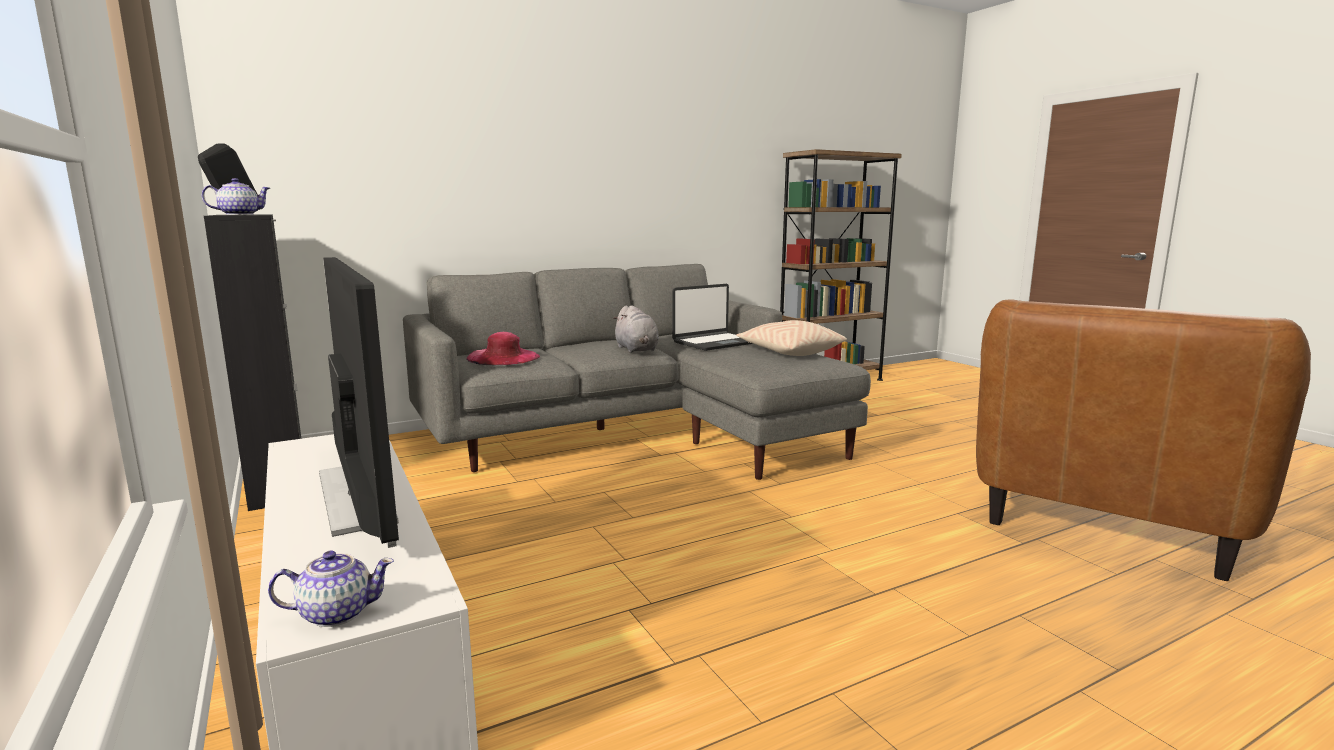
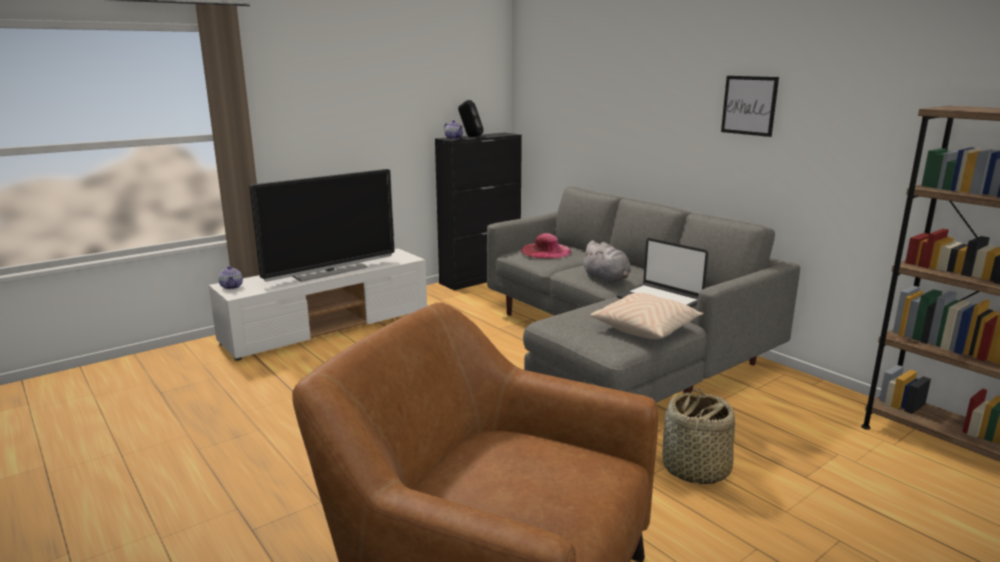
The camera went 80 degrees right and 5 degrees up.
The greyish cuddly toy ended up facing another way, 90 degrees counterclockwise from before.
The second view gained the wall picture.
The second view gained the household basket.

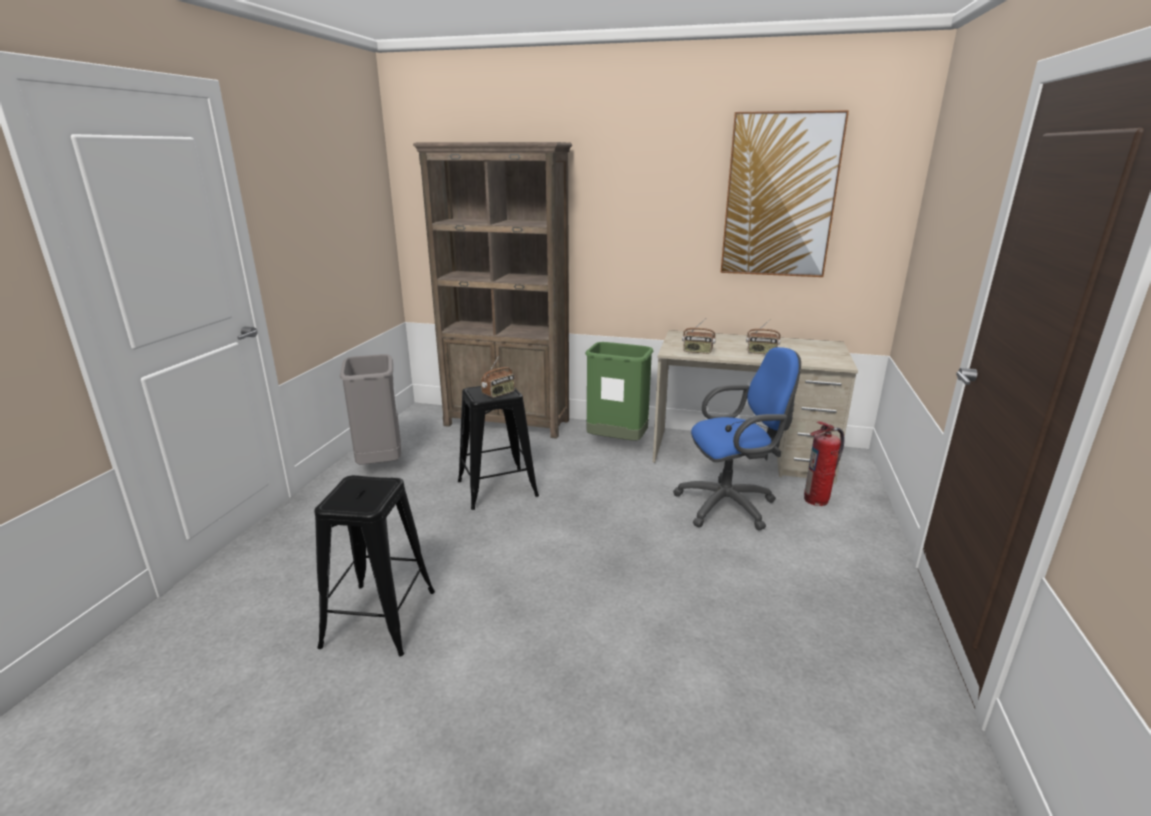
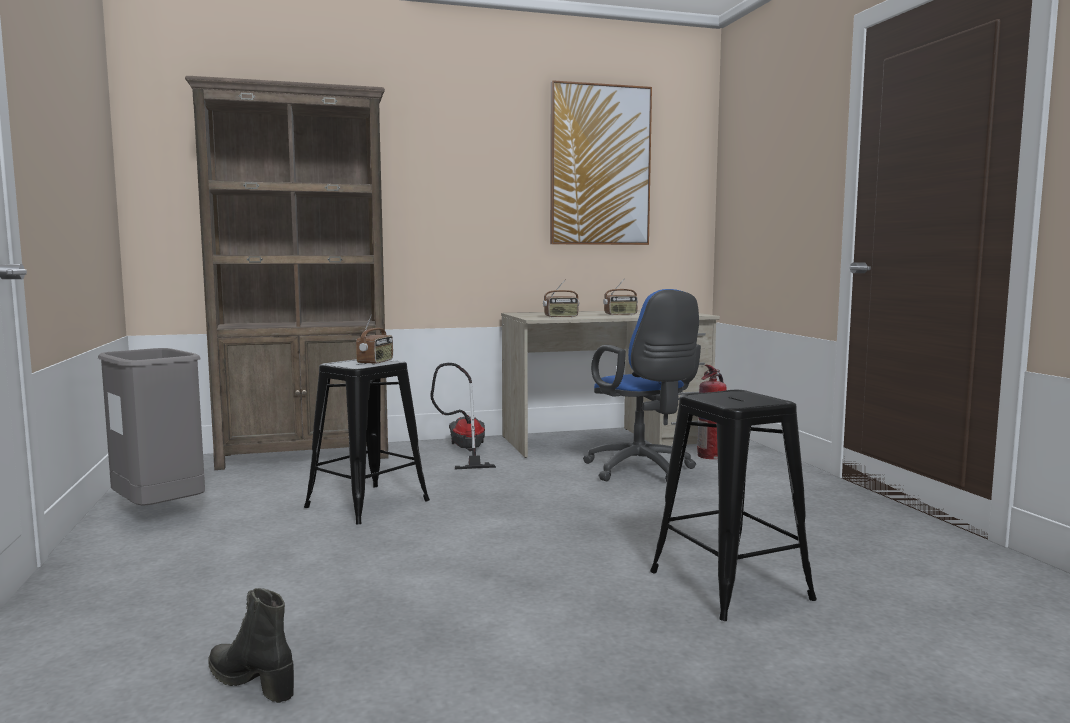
The camera went 30 degrees left and 15 degrees down.
Where the green trash can stood, the hoover came to stand.
The blue office chair ended up facing another way, 105 degrees clockwise from before.
The black sitting stool (1st from left in the first image) ended up elsewhere.
The second view gained the black tall boot.

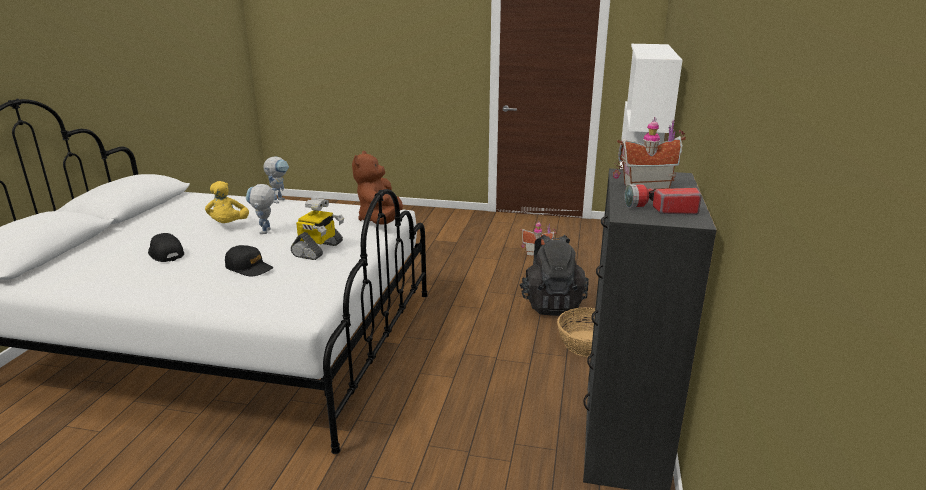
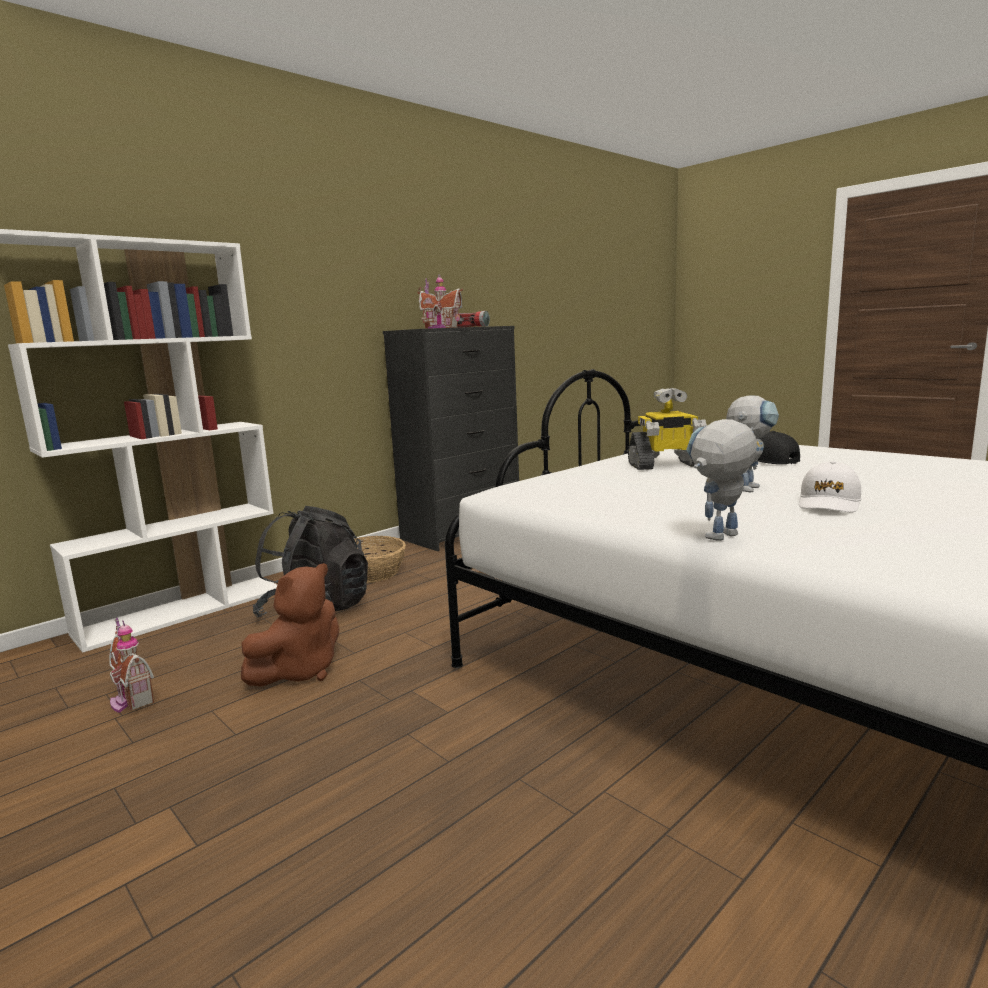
The camera went 145 degrees left and 10 degrees down.
The brown cuddly toy ended up elsewhere.
Where the yellow-coloured cuddly toy stood, the whitish peaked cap came to stand.
The robot figure (3rd from left in the first image) ended up facing another way, 150 degrees counterclockwise from before.
The second view lost the black peaked cap (1st from left).

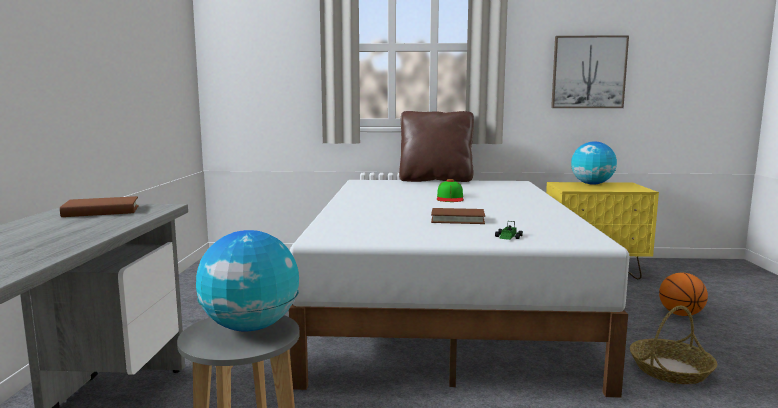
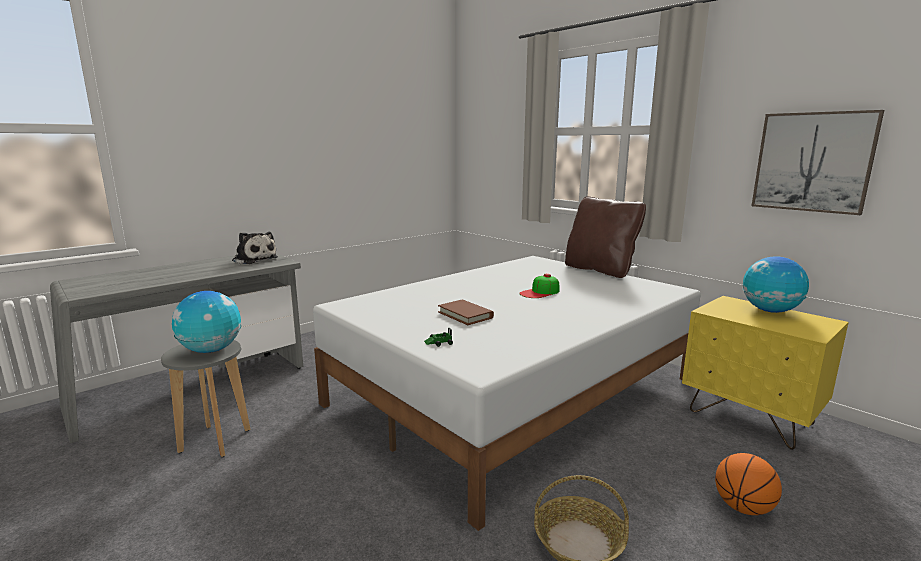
The camera went 45 degrees right and 5 degrees up.
Where the brown bound book (1st from left) stood, the cuddly toy came to stand.

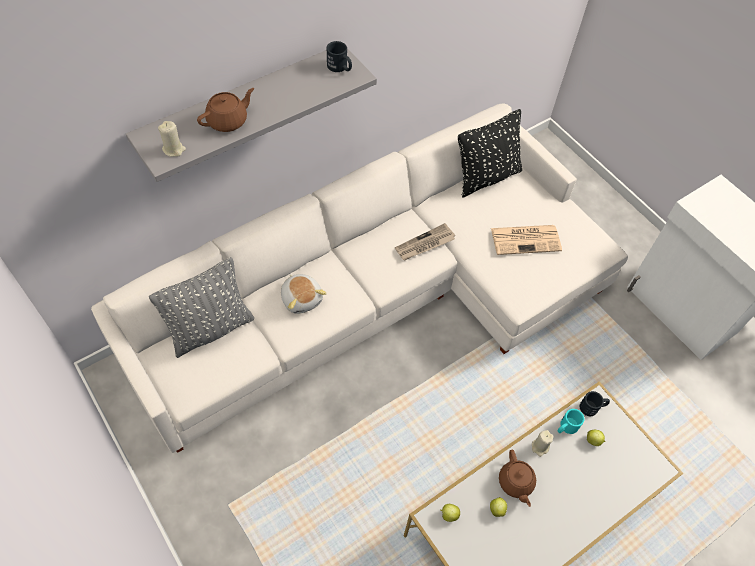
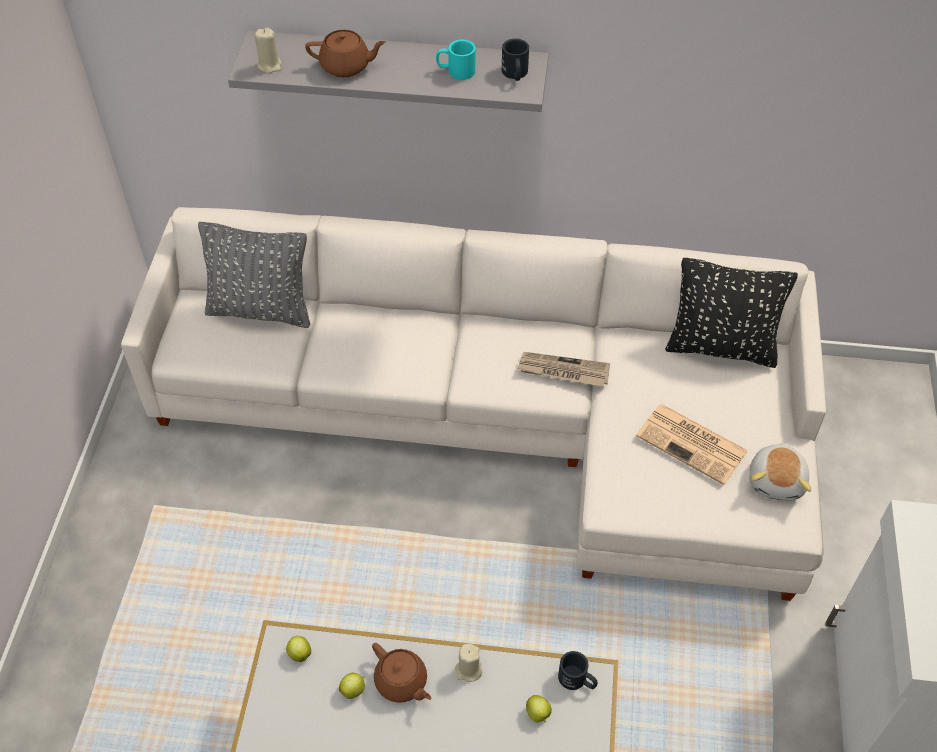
The camera went 45 degrees right and 5 degrees down.
The cuddly toy ended up elsewhere.
The turquoise-coloured tea mug ended up elsewhere.
The brown pot for tea (2nd from left) ended up facing another way, 75 degrees counterclockwise from before.

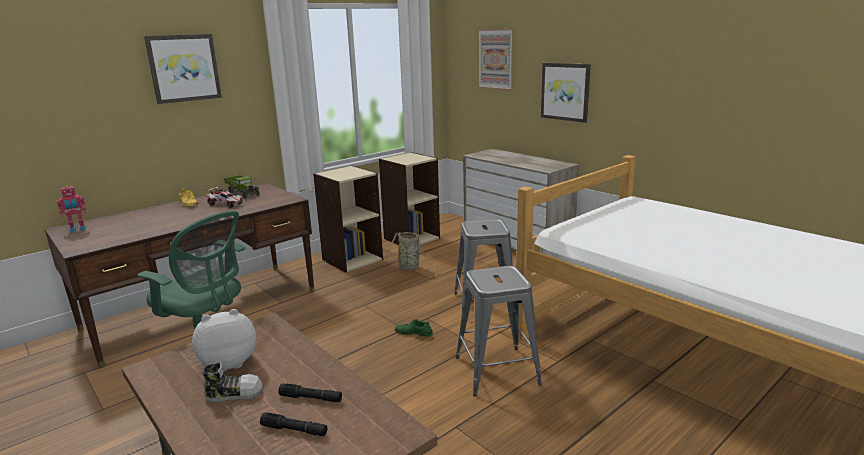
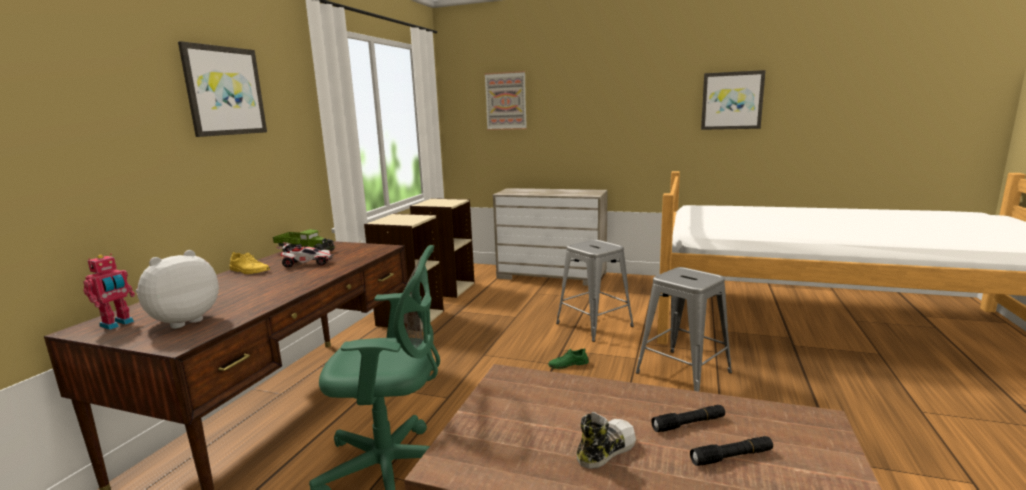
The camera went 30 degrees left and 5 degrees down.
The wall picture (3rd from left) ended up elsewhere.
The second view lost the household basket.
The cuddly toy ended up elsewhere.

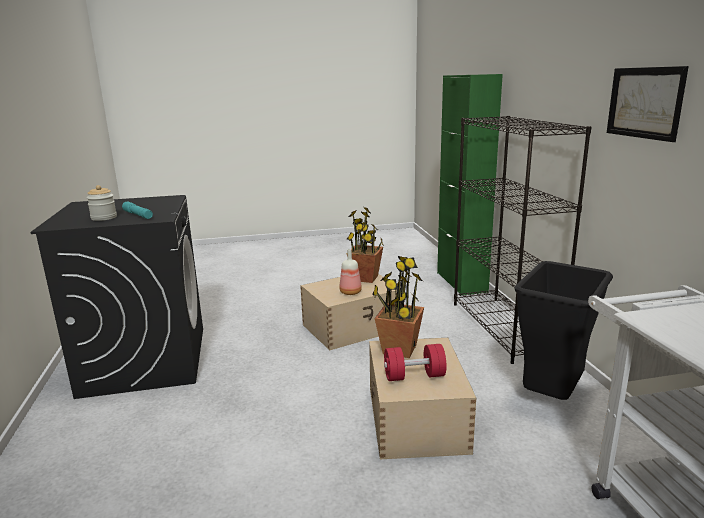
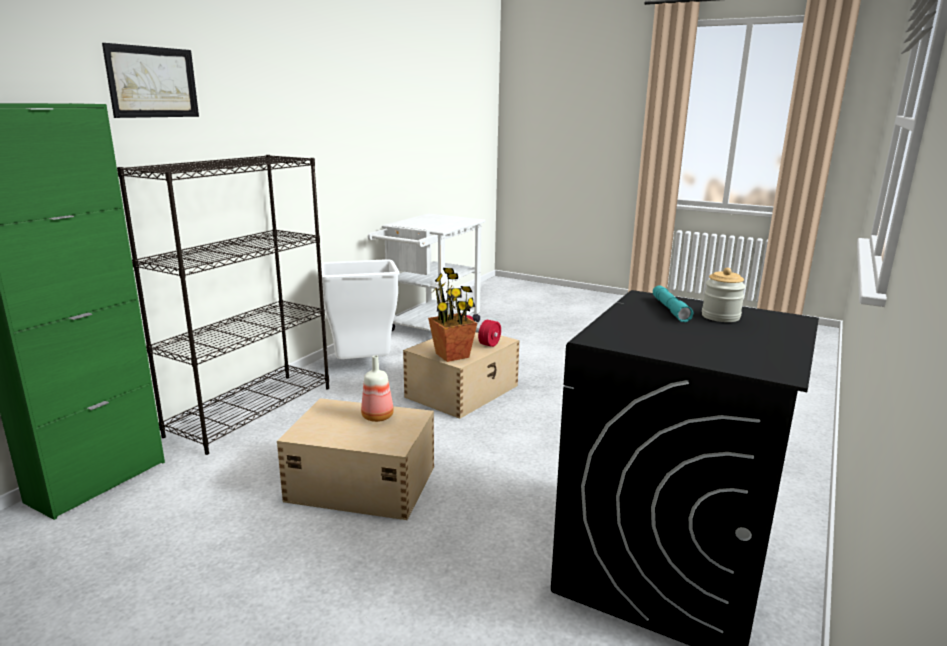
The camera went 140 degrees left and 0 degrees up.
The wall picture ended up elsewhere.
The second view lost the houseplant (1st from left).
What was the black trash can turned into the whitish trash can.

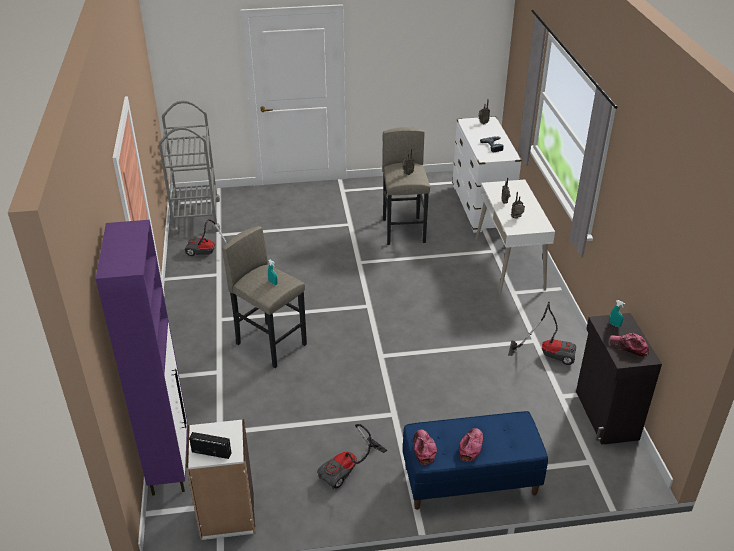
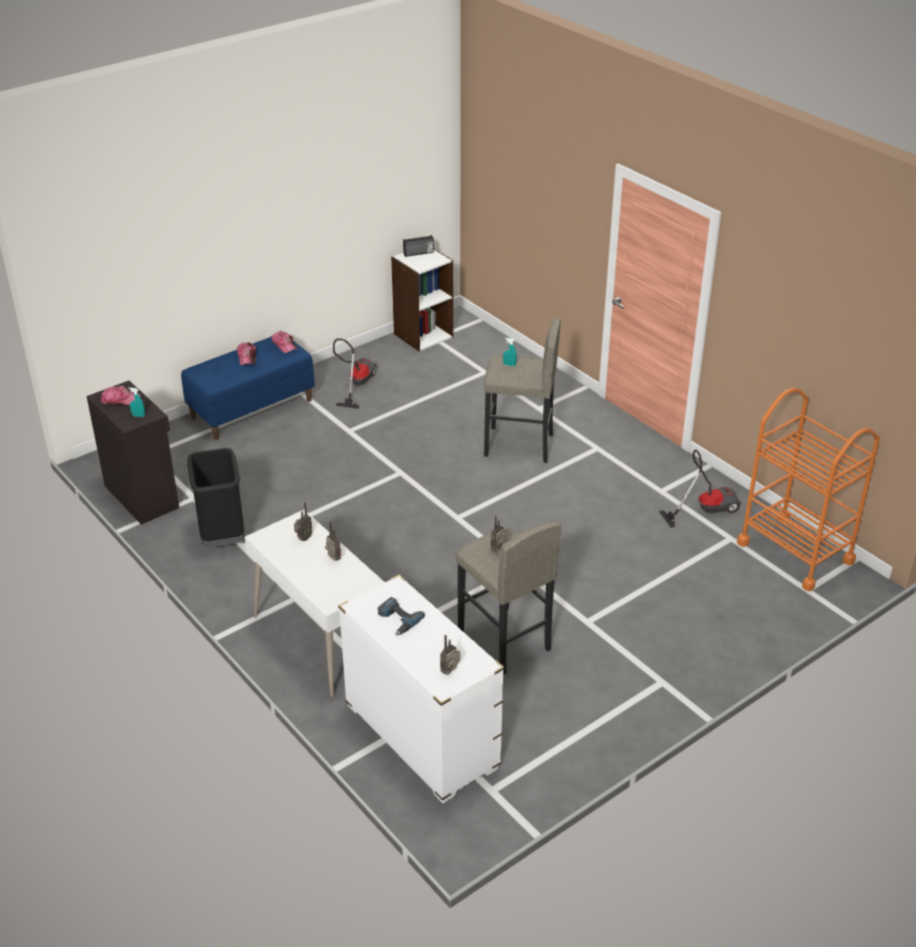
The camera went 150 degrees right and 0 degrees up.
What was the greyish trolley turned into the orange trolley.
The second view lost the purple-coloured cupboard.
Where the hoover (3rd from left) stood, the black trash can came to stand.

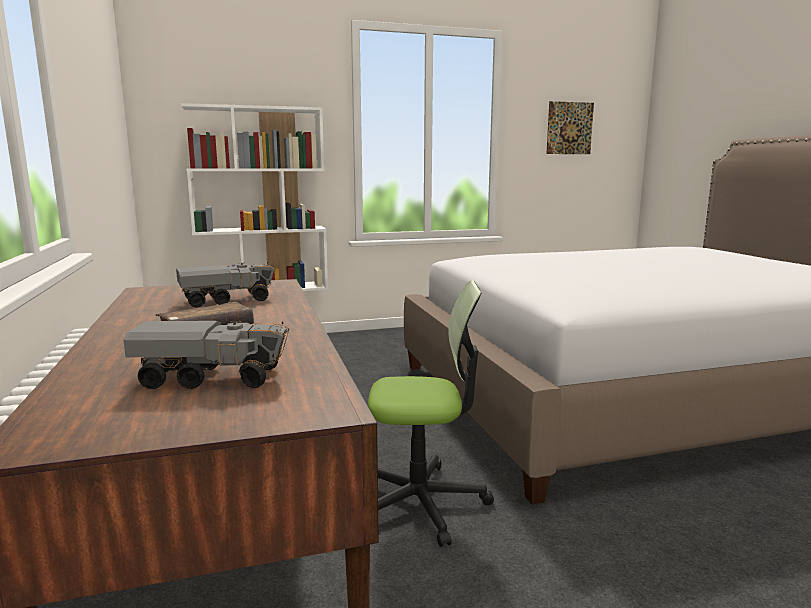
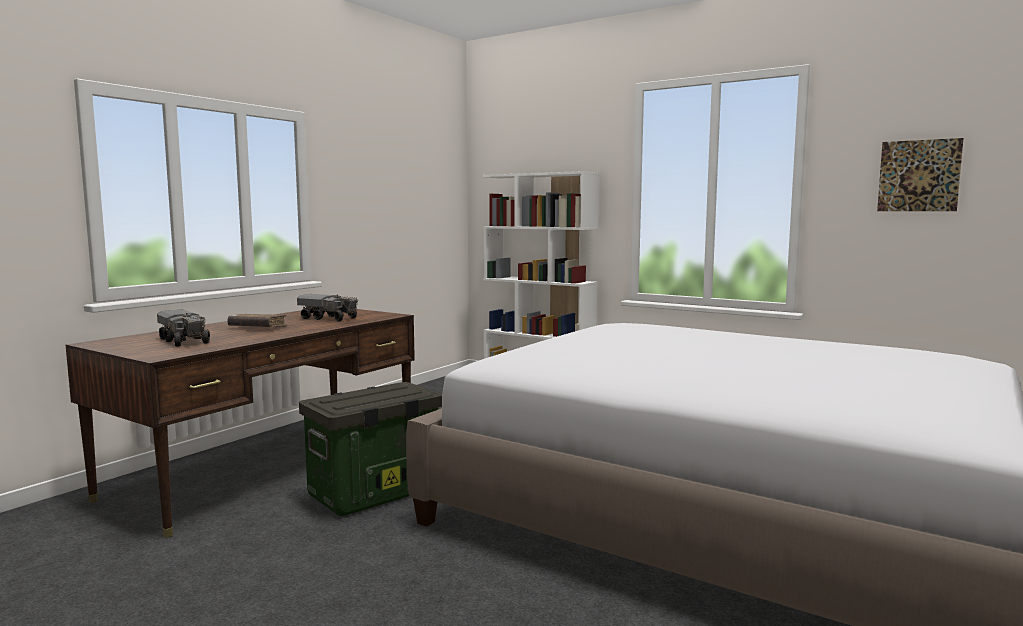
The camera went 50 degrees right and 5 degrees down.
Where the office chair stood, the storage container came to stand.

